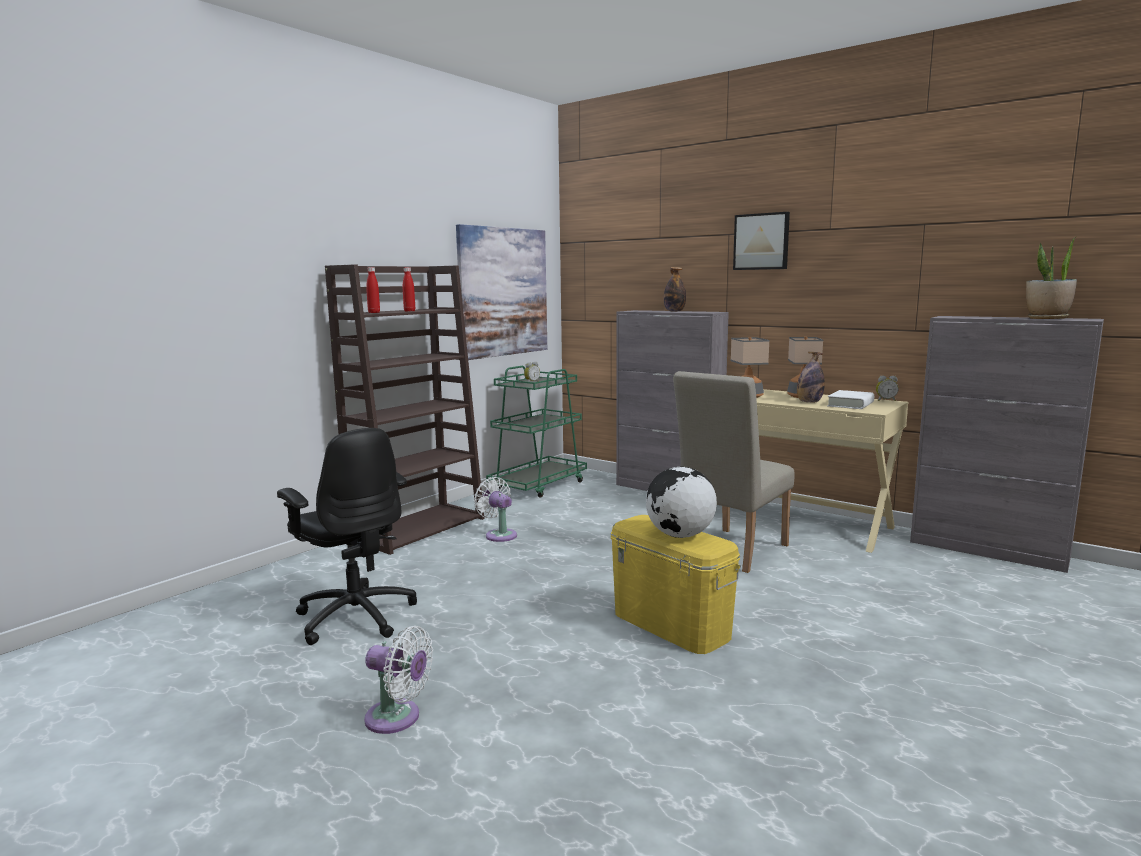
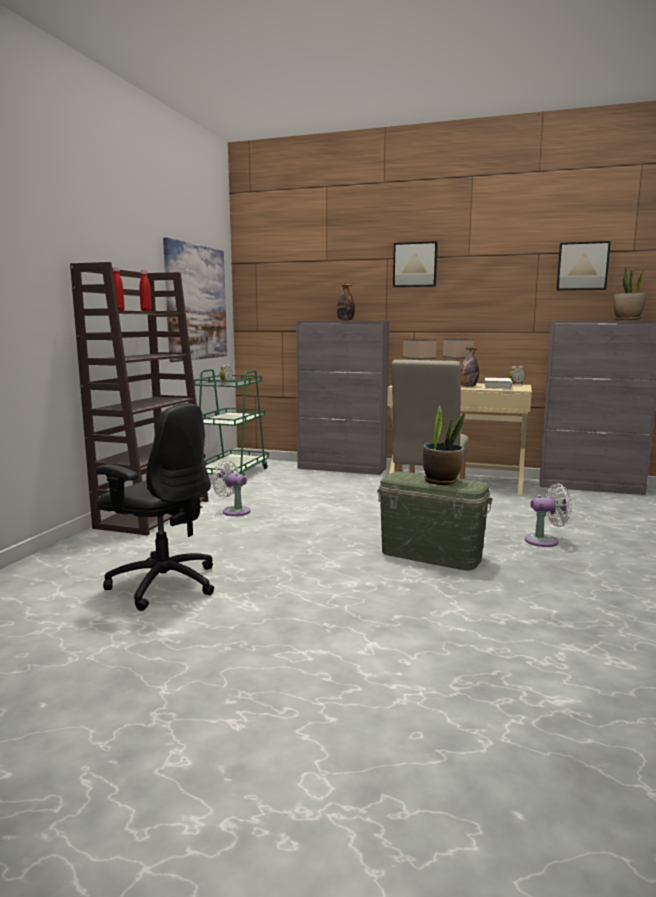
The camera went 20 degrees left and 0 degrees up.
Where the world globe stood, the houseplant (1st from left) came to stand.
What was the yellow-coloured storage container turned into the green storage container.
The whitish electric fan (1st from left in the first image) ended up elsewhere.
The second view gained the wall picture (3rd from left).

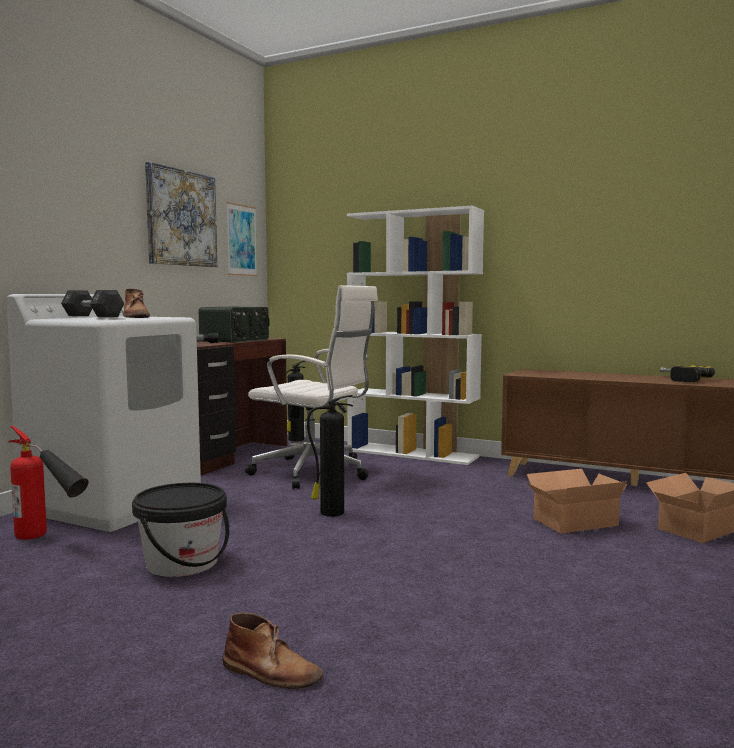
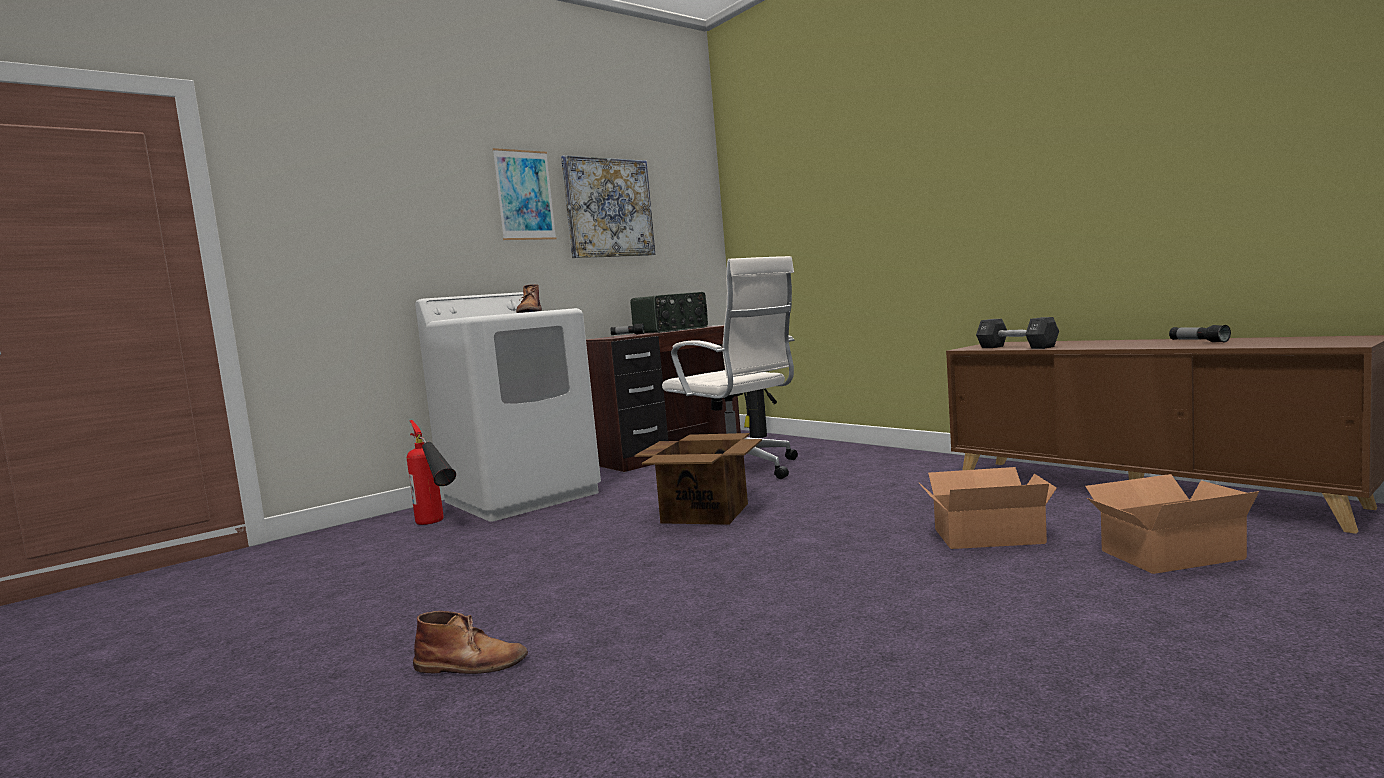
The camera went 25 degrees right and 0 degrees up.
The wall picture (2nd from left in the first image) ended up elsewhere.
The second view lost the whitish bookcase.
The black free weight ended up elsewhere.
Where the drill stood, the torch (2nd from left) came to stand.
Where the fire extinguisher (3rd from left) stood, the cardboard box (1st from left) came to stand.
The second view lost the black bucket.
The brown tall boot (2nd from left in the first image) ended up facing another way, 45 degrees counterclockwise from before.

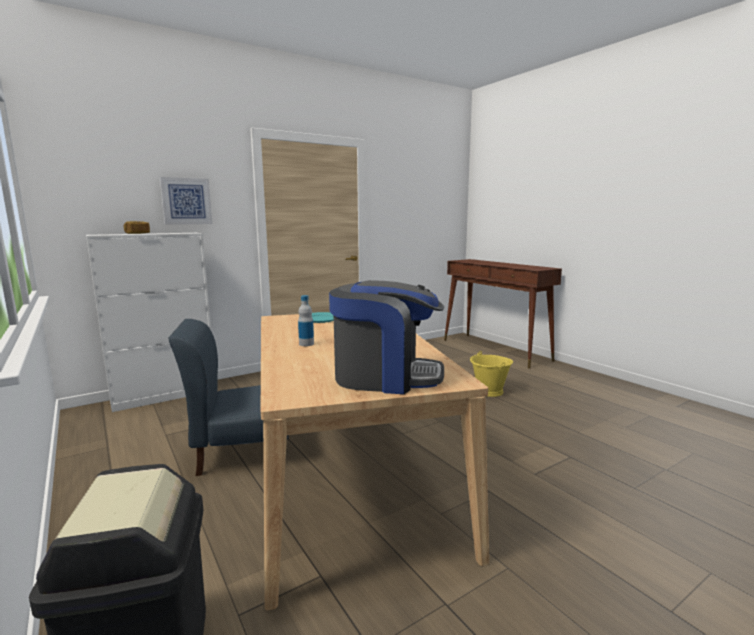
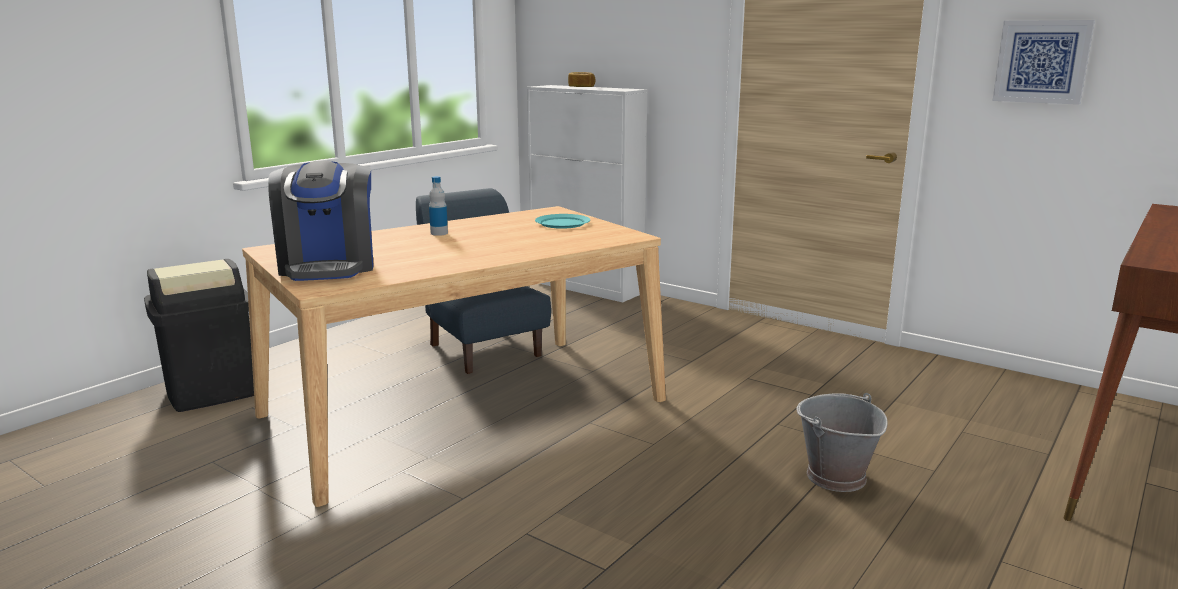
The camera went 70 degrees right and 5 degrees up.
The wall picture ended up elsewhere.
What was the yellow-coloured bucket turned into the greyish bucket.

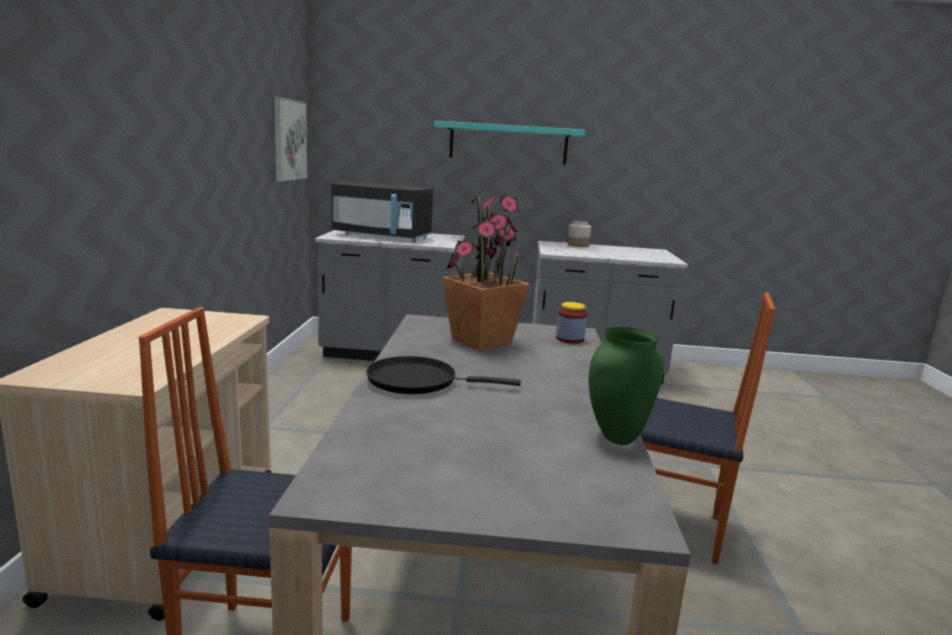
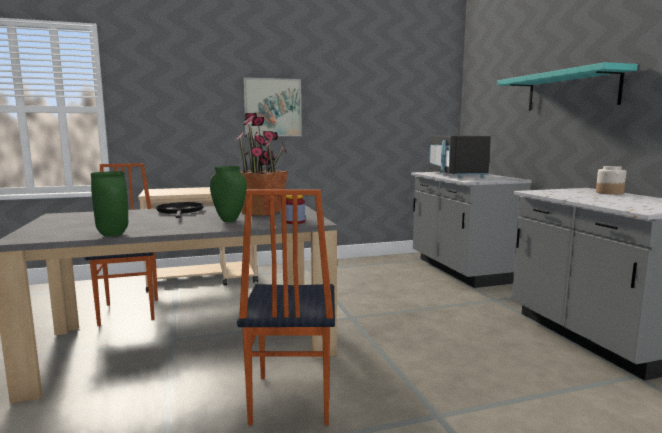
The camera went 70 degrees right and 5 degrees down.
The wall picture ended up elsewhere.
The second view gained the green flower vase (2nd from left).

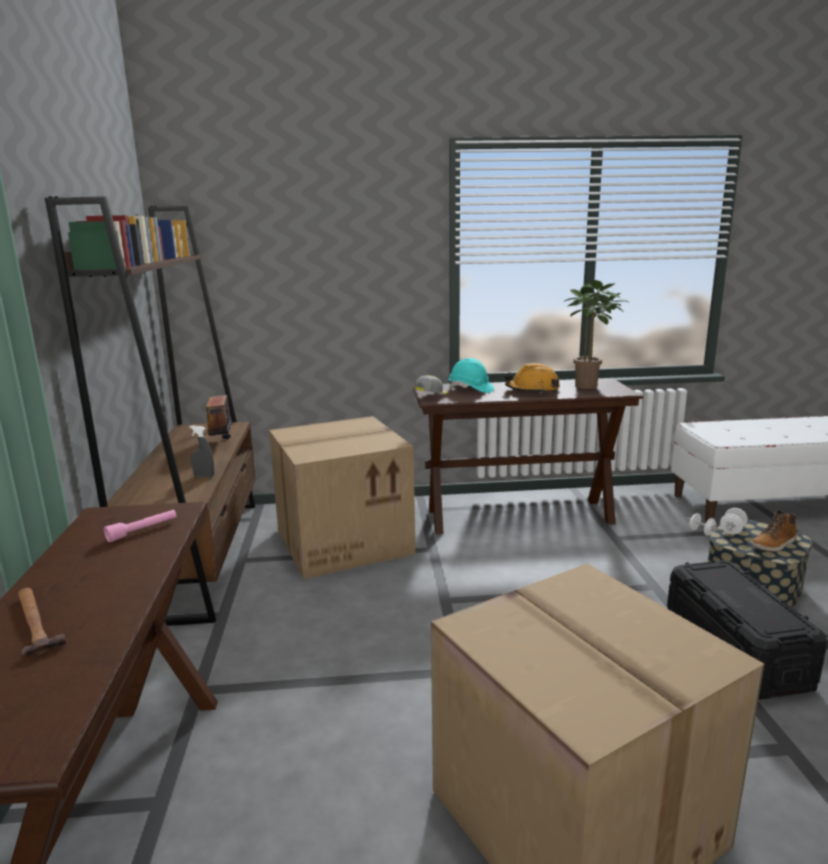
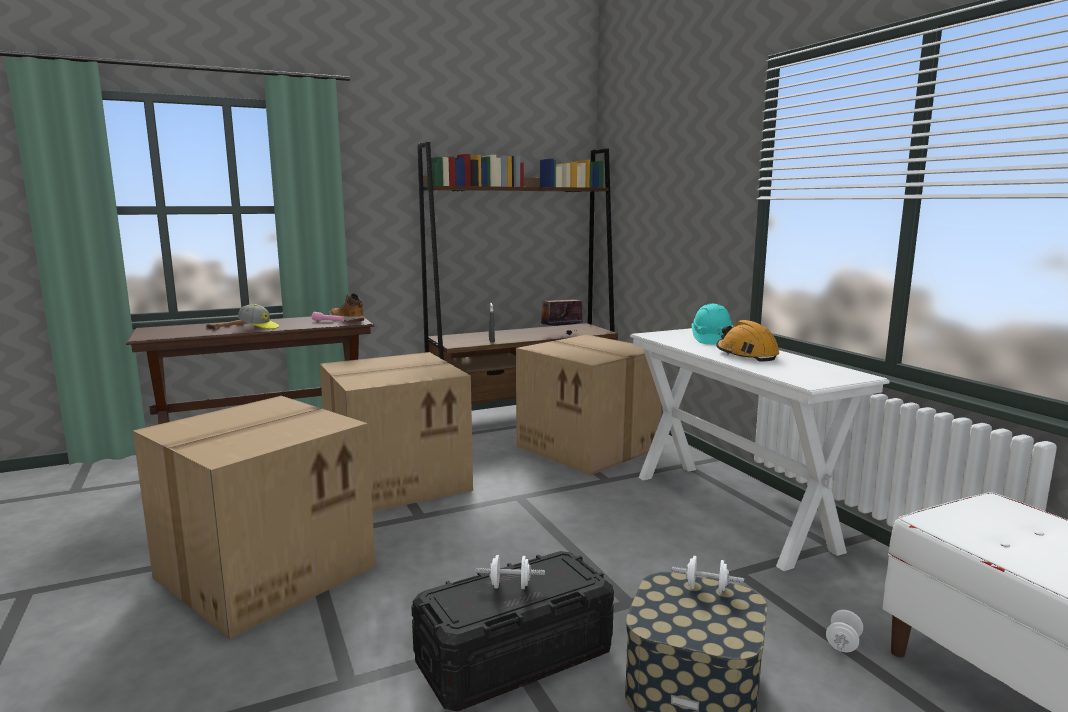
The camera went 70 degrees right and 5 degrees down.
The second view lost the houseplant.
The peaked cap ended up elsewhere.
What was the brown hall table (2nd from left) turned into the whitish hall table.
The tall boot ended up elsewhere.
The second view gained the cardboard box (2nd from left).
The second view gained the whitish free weight (1st from left).

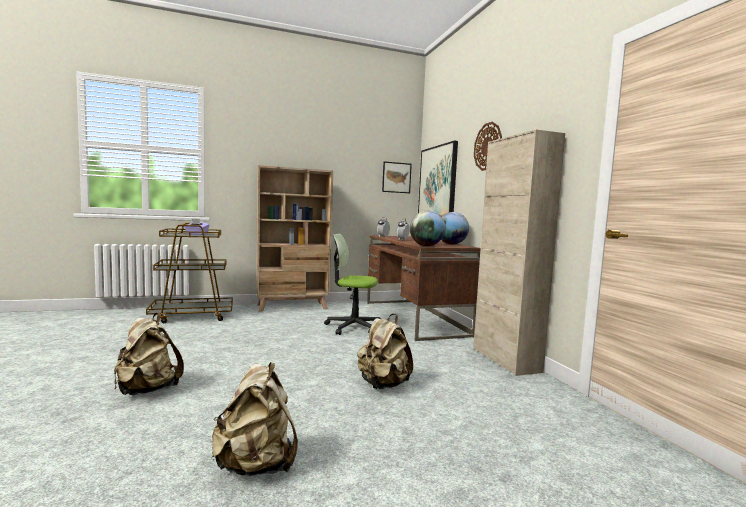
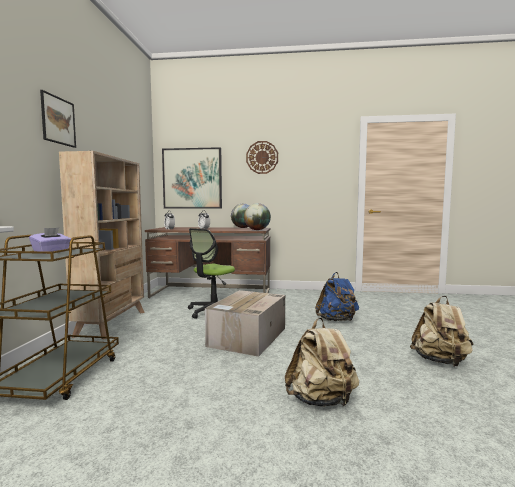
The camera went 65 degrees left and 0 degrees up.
The second view lost the beige cupboard.
The wall picture (1st from left) ended up elsewhere.
What was the beige rucksack (3rd from left) turned into the blue rucksack.
The second view gained the cardboard box.

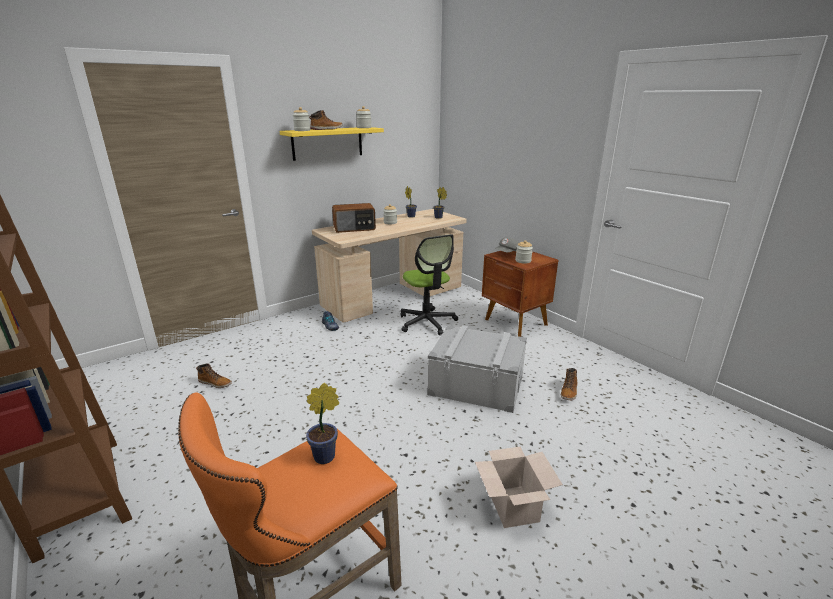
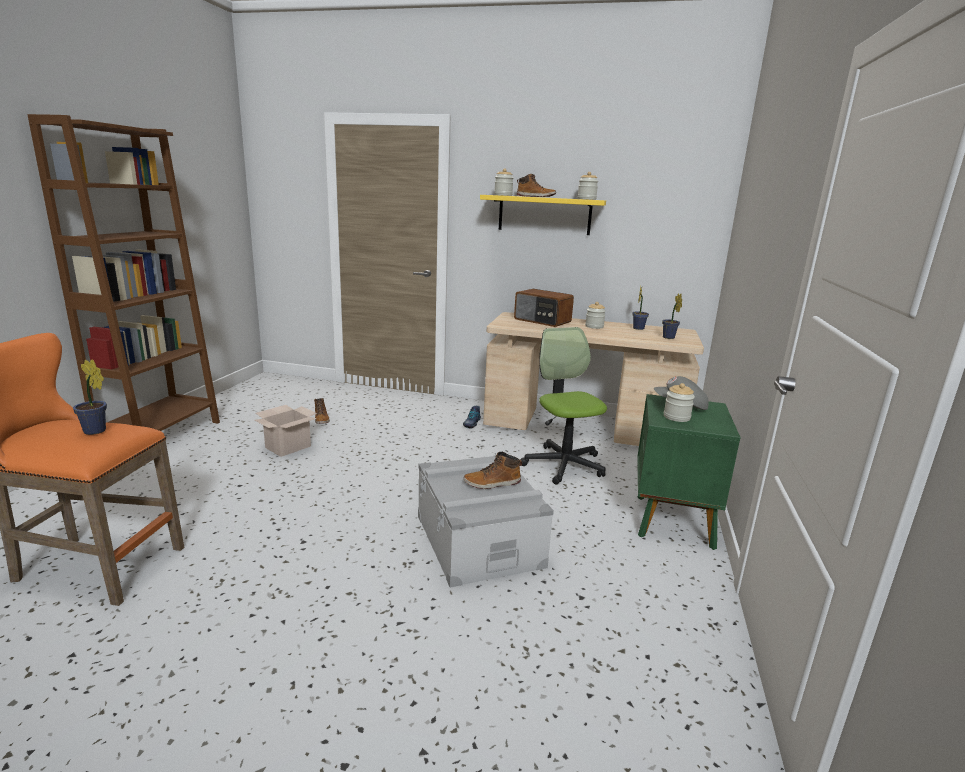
The camera went 50 degrees right and 5 degrees down.
The office chair ended up facing another way, 135 degrees clockwise from before.
What was the brown night table turned into the green night table.
The tall boot (3rd from left in the first image) ended up elsewhere.
The cardboard box ended up elsewhere.

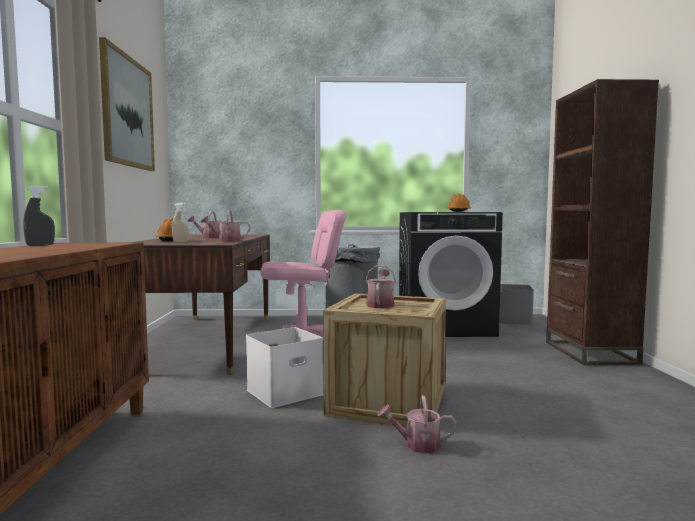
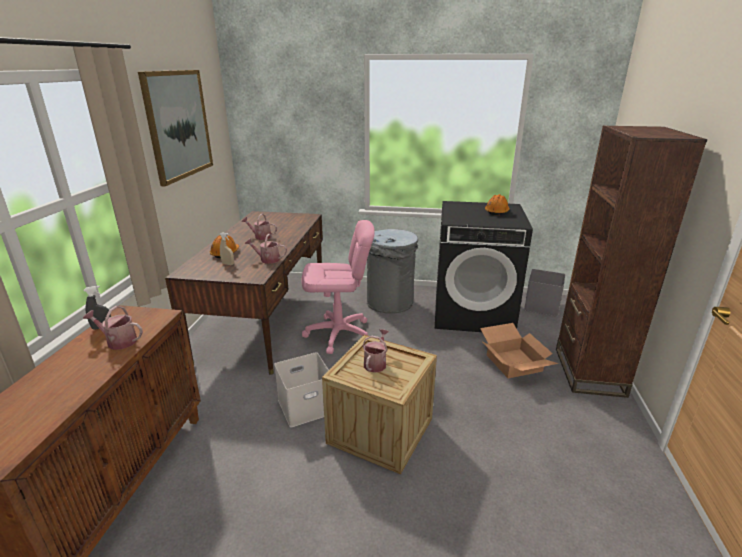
The camera went 10 degrees right and 20 degrees up.
The watering pot (4th from left in the first image) ended up elsewhere.
The second view gained the cardboard box.

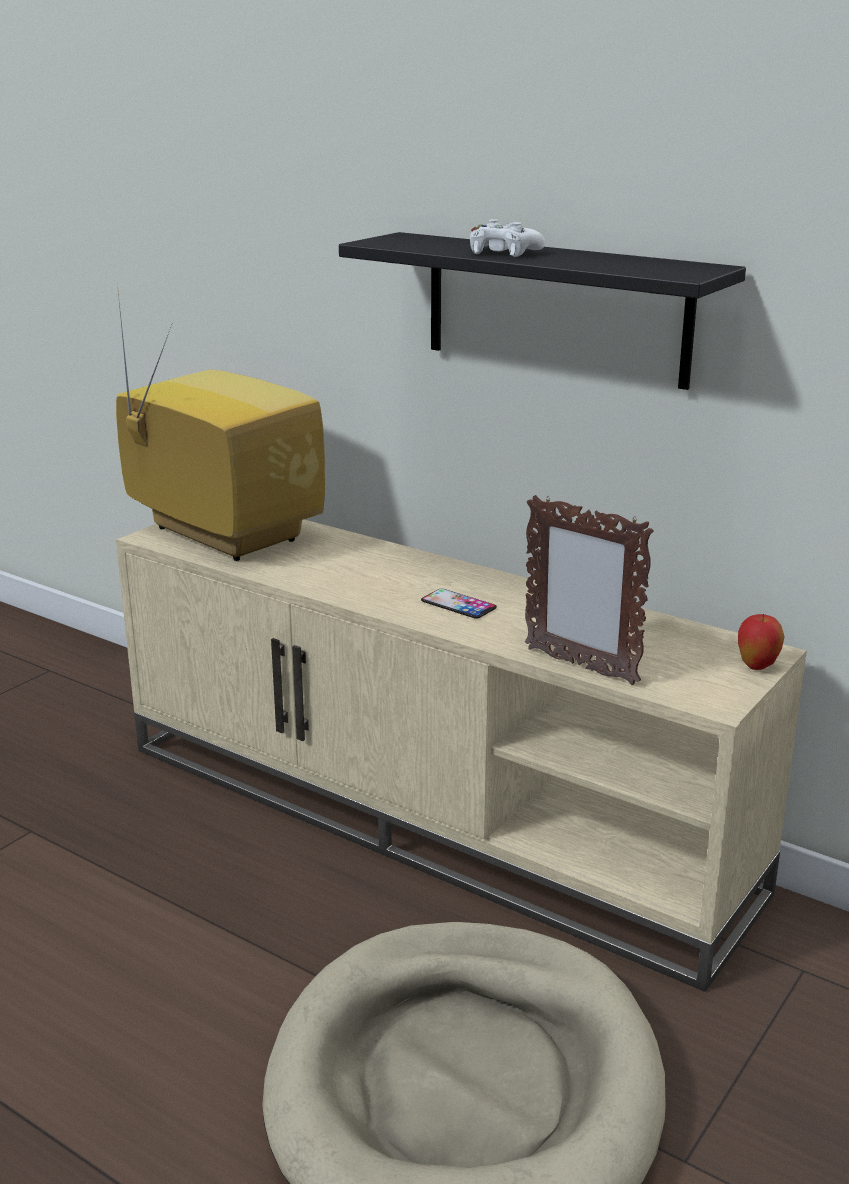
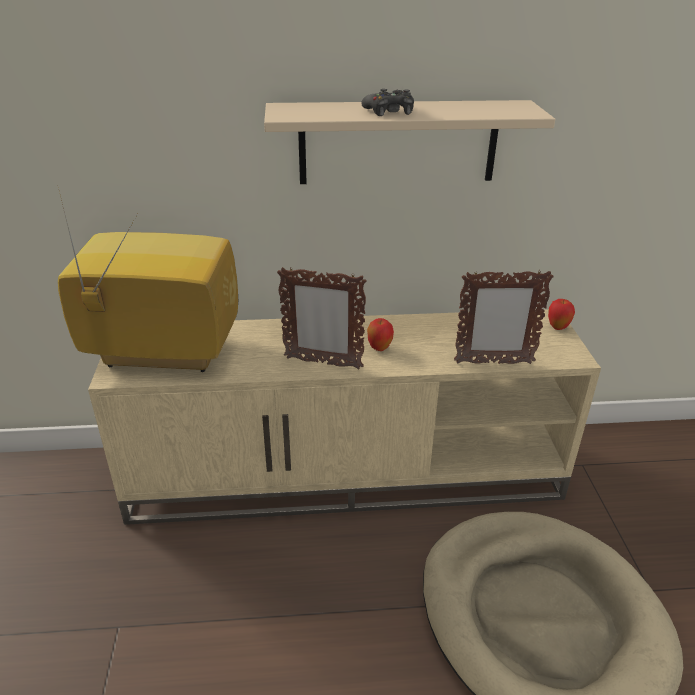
The camera went 40 degrees left and 10 degrees up.
What was the whitish gamepad turned into the black gamepad.
What was the black wall shelf turned into the beige wall shelf.
Where the handset stood, the apple (1st from left) came to stand.
The second view gained the picture frame (1st from left).

